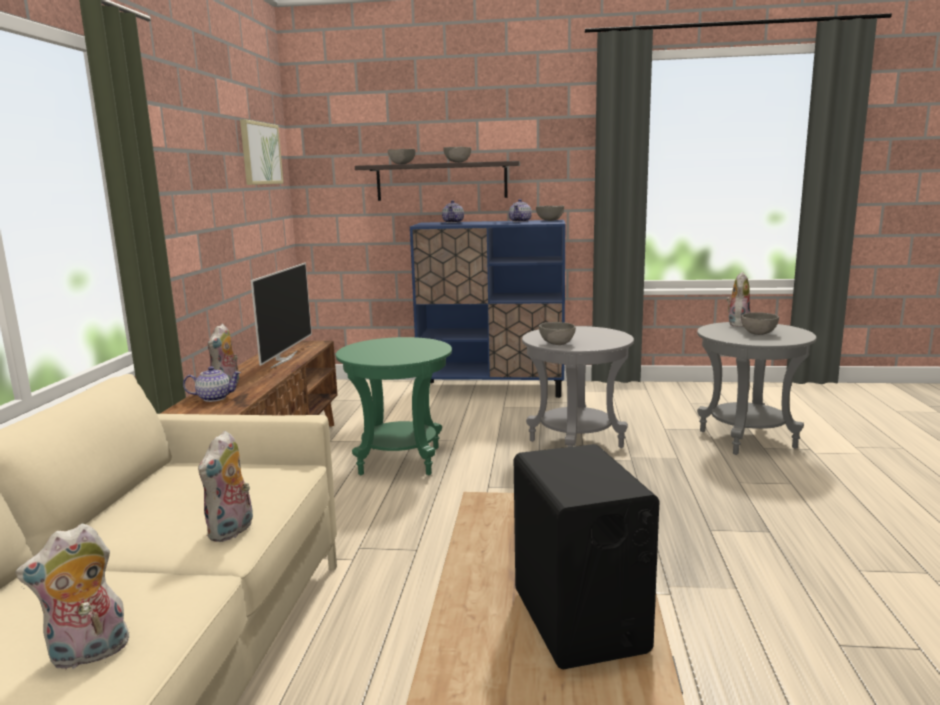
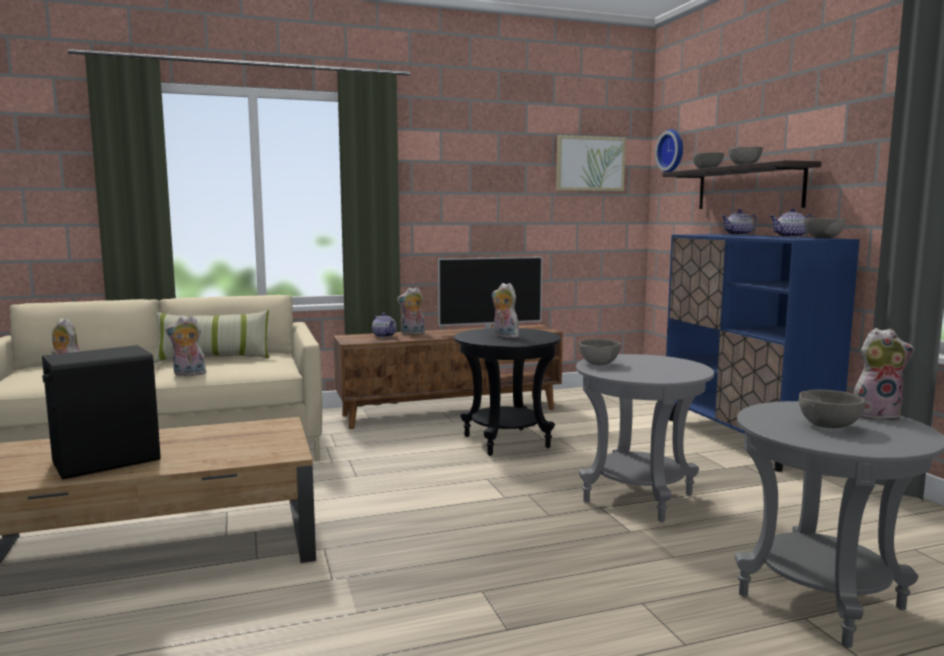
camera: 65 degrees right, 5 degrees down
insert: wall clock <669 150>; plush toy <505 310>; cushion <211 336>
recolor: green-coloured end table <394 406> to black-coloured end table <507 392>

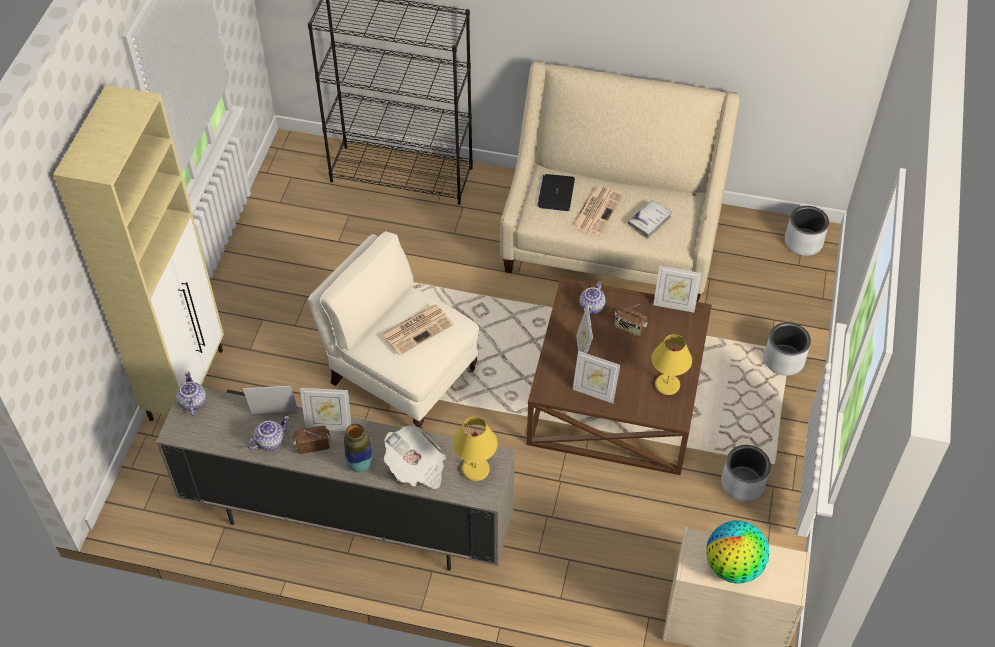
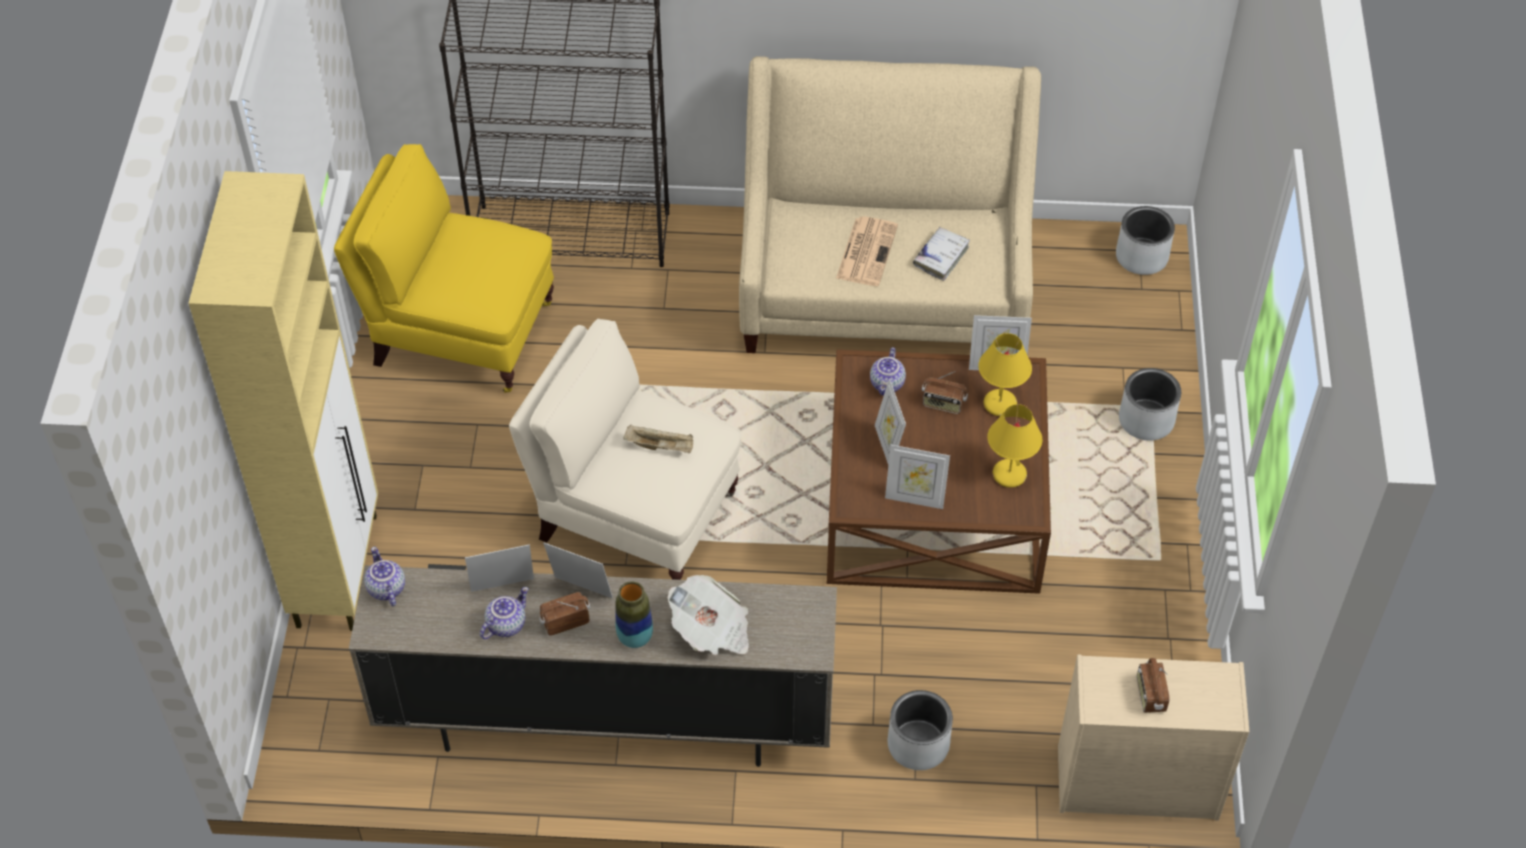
camera: 10 degrees left, 0 degrees up
delete: portable computer <556 192>
insert: yellow-coloured easy chair <444 268>
move: yellow-coloured table lamp <475 449> to <1005 374>; grey planter <746 473> to <920 730>
replace: newspaper <417 329> to beige serving tray <658 439>; world globe <737 551> to radio set <1153 685>
rotate: picture frame <325 409> = <578 571> 150 degrees counterclockwise

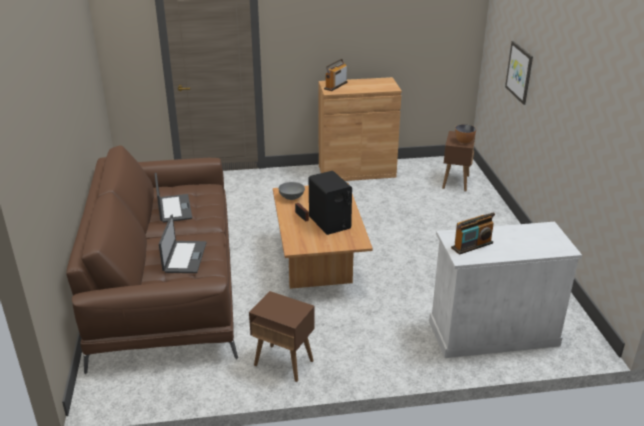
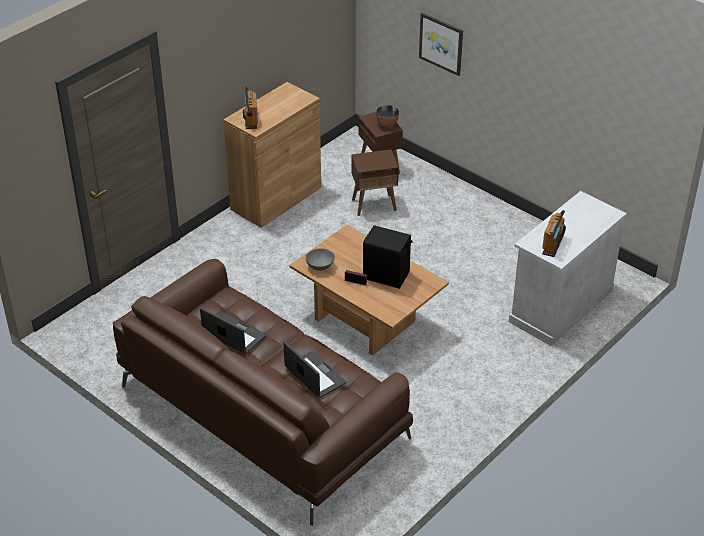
camera: 40 degrees left, 10 degrees up
move: brown end table <282 336> to <375 182>

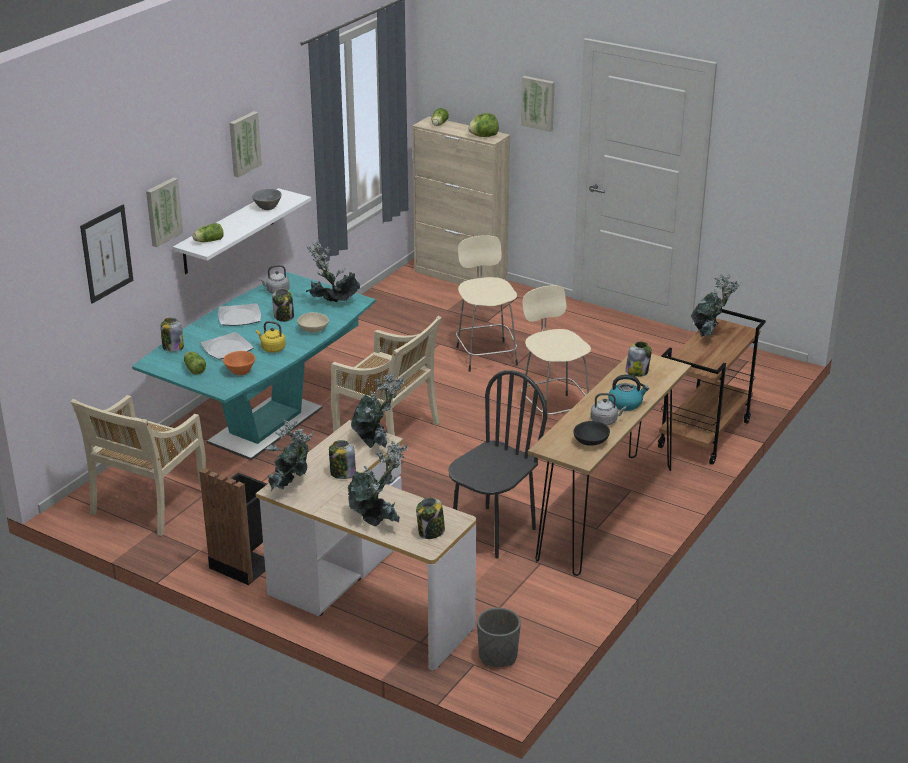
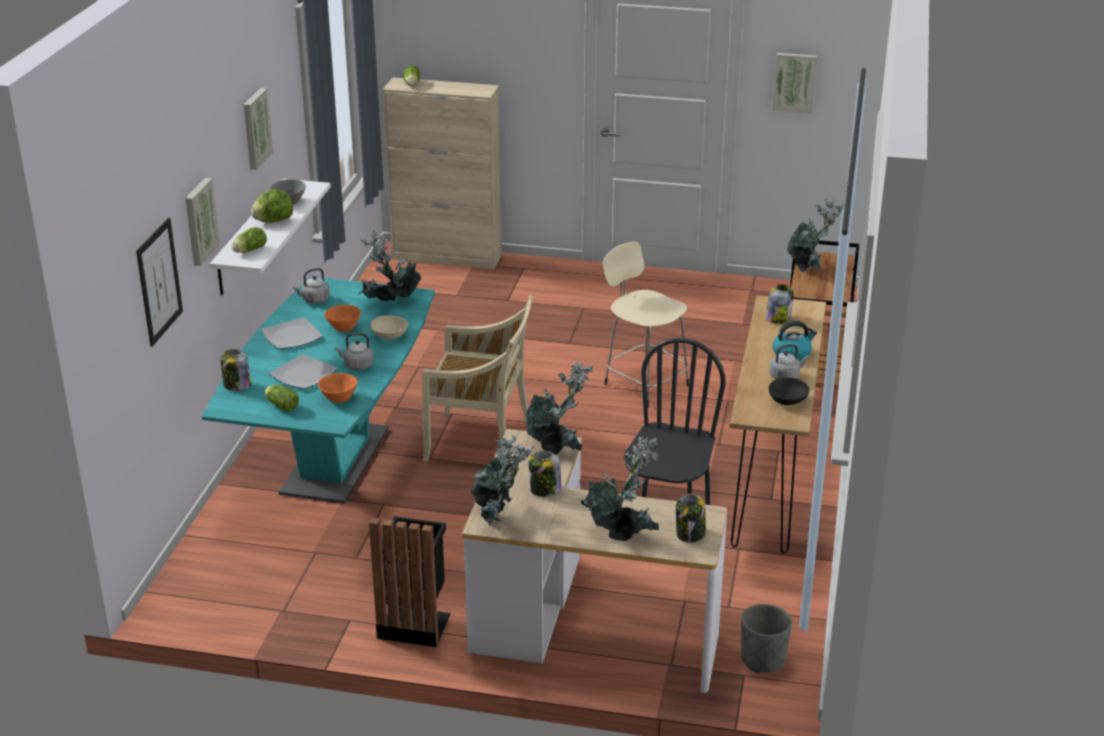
camera: 20 degrees left, 0 degrees up
delete: beige stool seat <487 303>; beige plain chair <138 465>
move: wall picture <538 104> to <794 83>; lettuce head <483 125> to <272 206>
replace: storage jar <283 305> to orange-coloured serving bowl <342 318>
recolor: yellow-coloured water kettle <271 337> to grey water kettle <354 351>

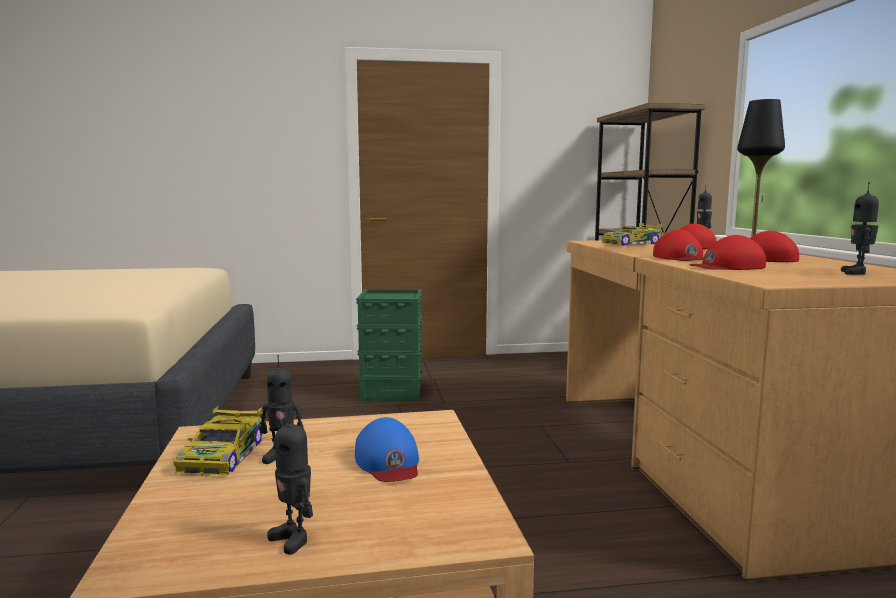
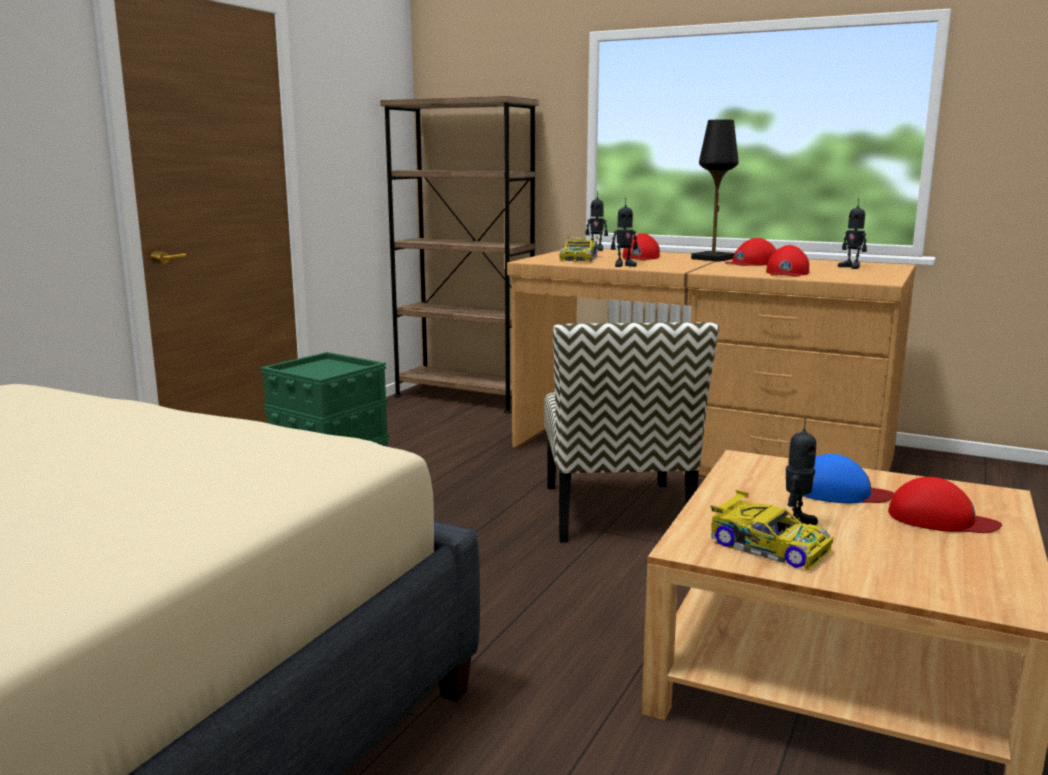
camera: 55 degrees left, 5 degrees up
insert: plain chair <632 432>
move: red peaked cap <678 245> to <945 505>; toy robot <290 481> to <624 232>

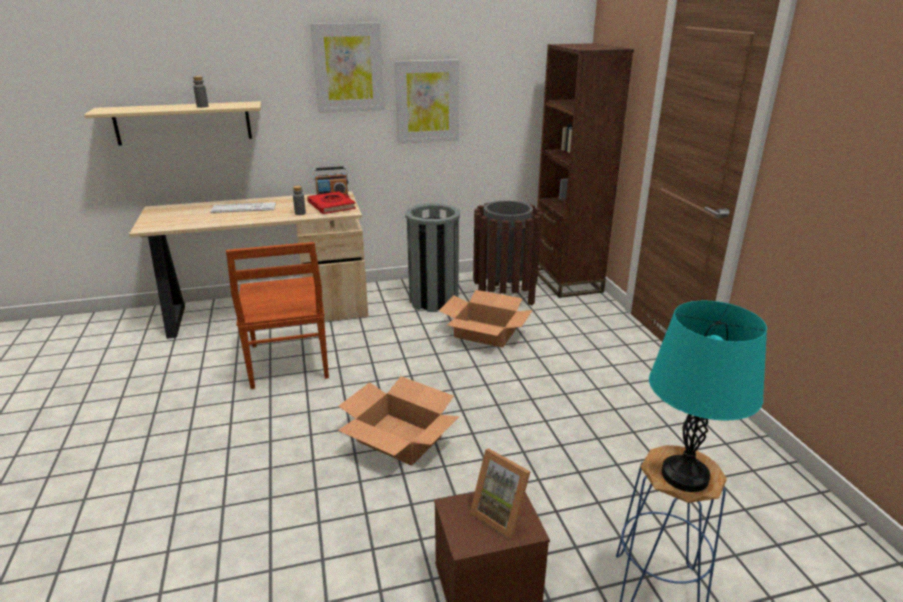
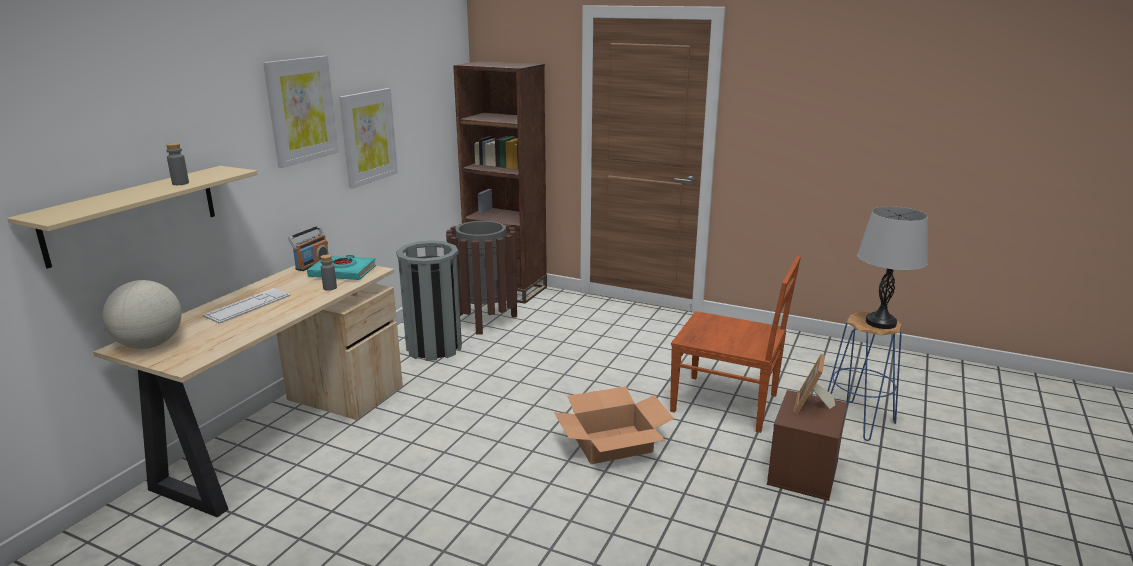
camera: 50 degrees left, 5 degrees down
delete: carton <486 319>
insert: world globe <142 314>
move: brown plain chair <277 315> to <735 344>
recolor: red book <331 202> to turquoise book <341 267>; turquoise table lamp <708 396> to grey table lamp <892 267>
rotate: picture frame <500 493> = <814 384> 120 degrees clockwise

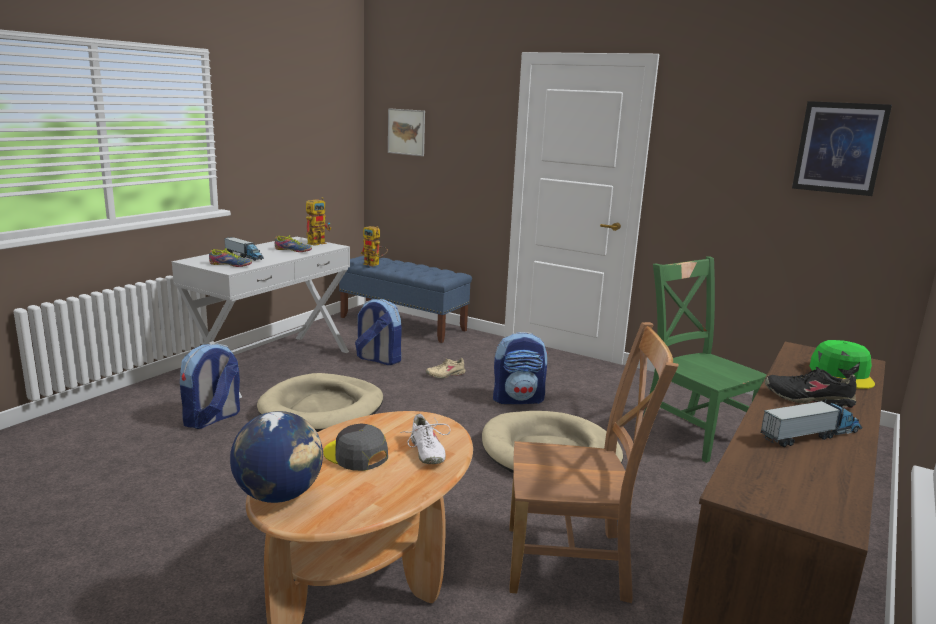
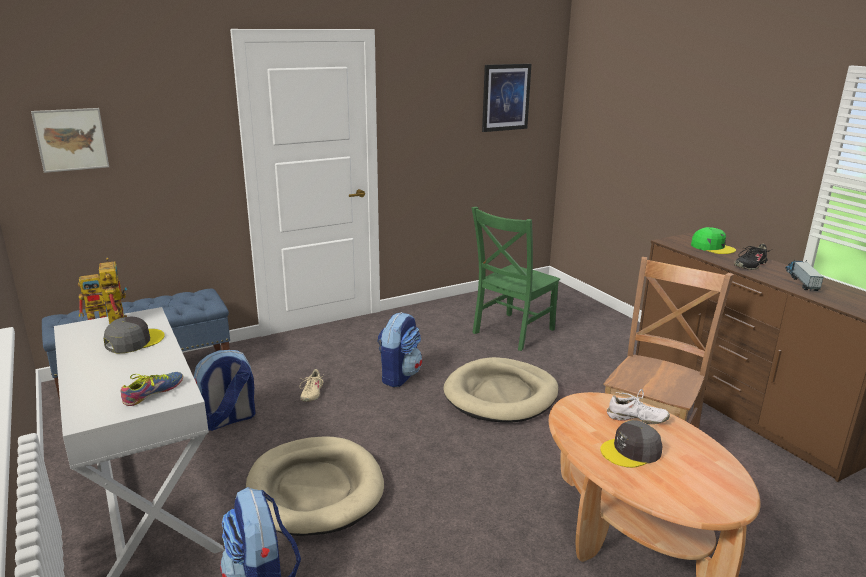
camera: 60 degrees left, 5 degrees up
delete: toy truck <244 249>; world globe <276 457>
replace: item of footwear <293 243> to grey peaked cap <134 334>
rotate: green-coloured plain chair <705 359> = <515 279> 45 degrees counterclockwise

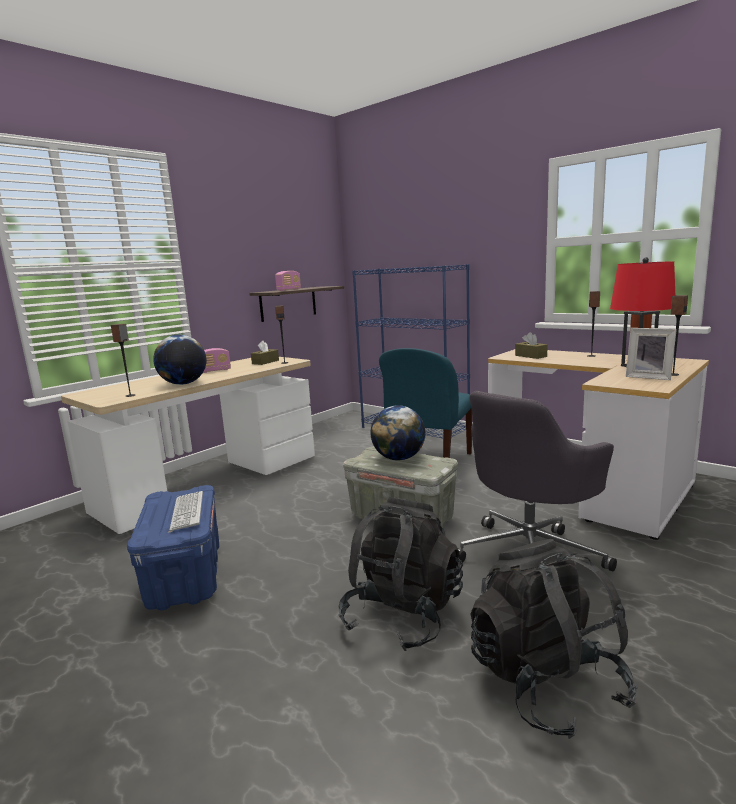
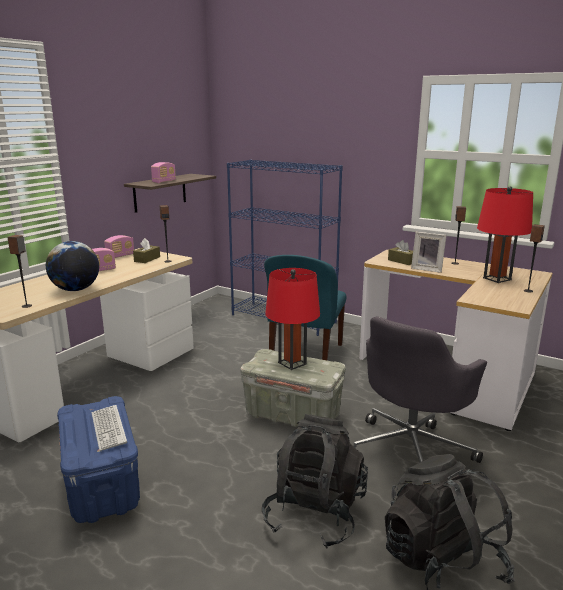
camera: 10 degrees left, 5 degrees up
insert: radio set <119 246>
move: picture frame <651 354> to <429 252>
replace: world globe <398 432> to red table lamp <292 319>

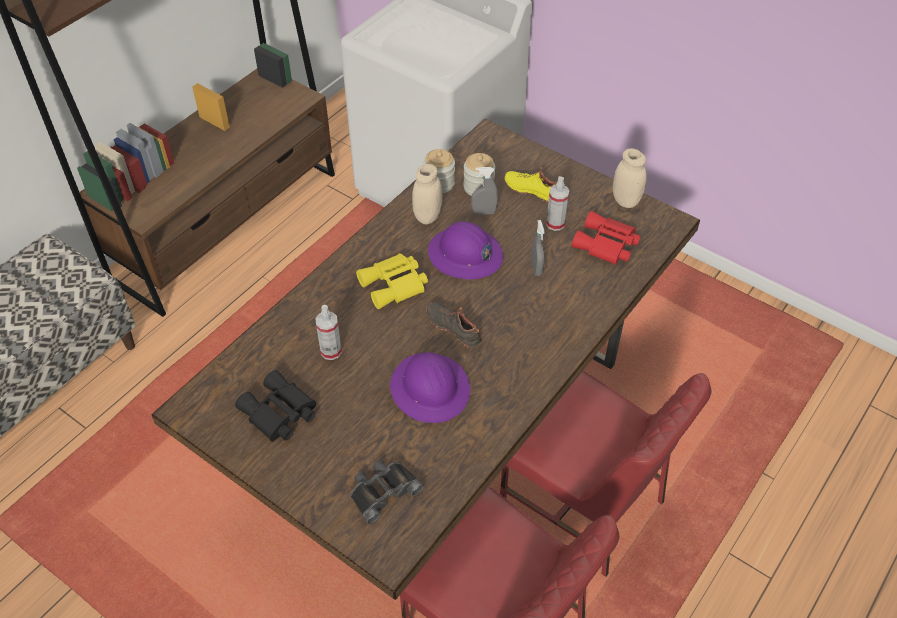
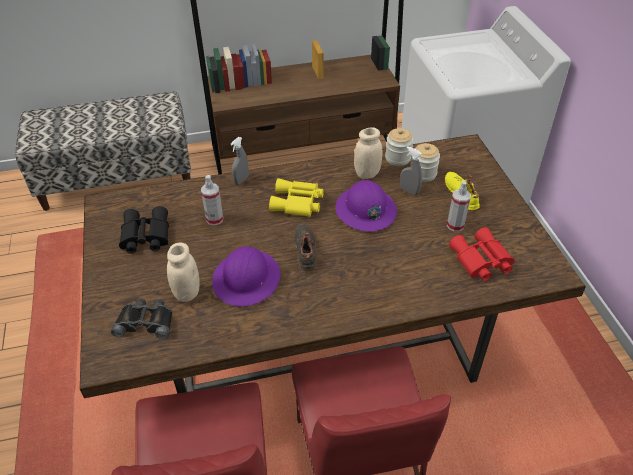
camera: 40 degrees right, 5 degrees down
move: beige storage jar <629 178> to <183 272>; grey hand sprayer <538 248> to <240 161>

